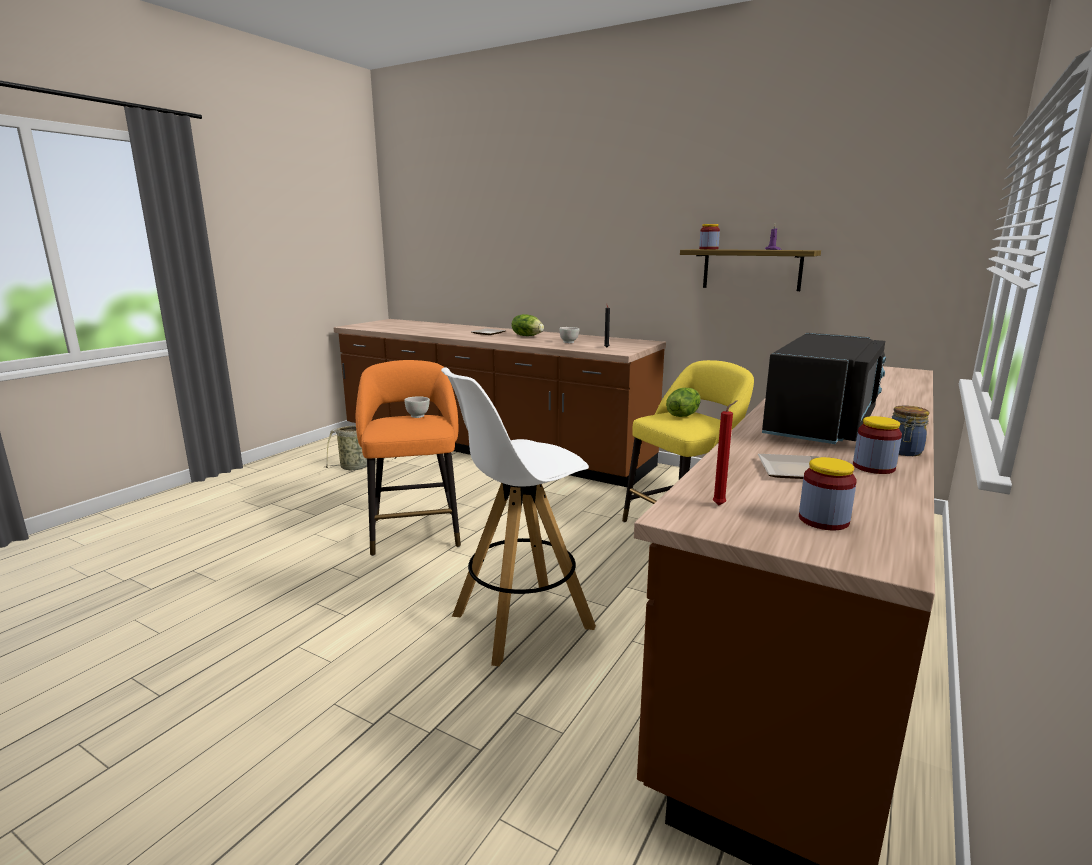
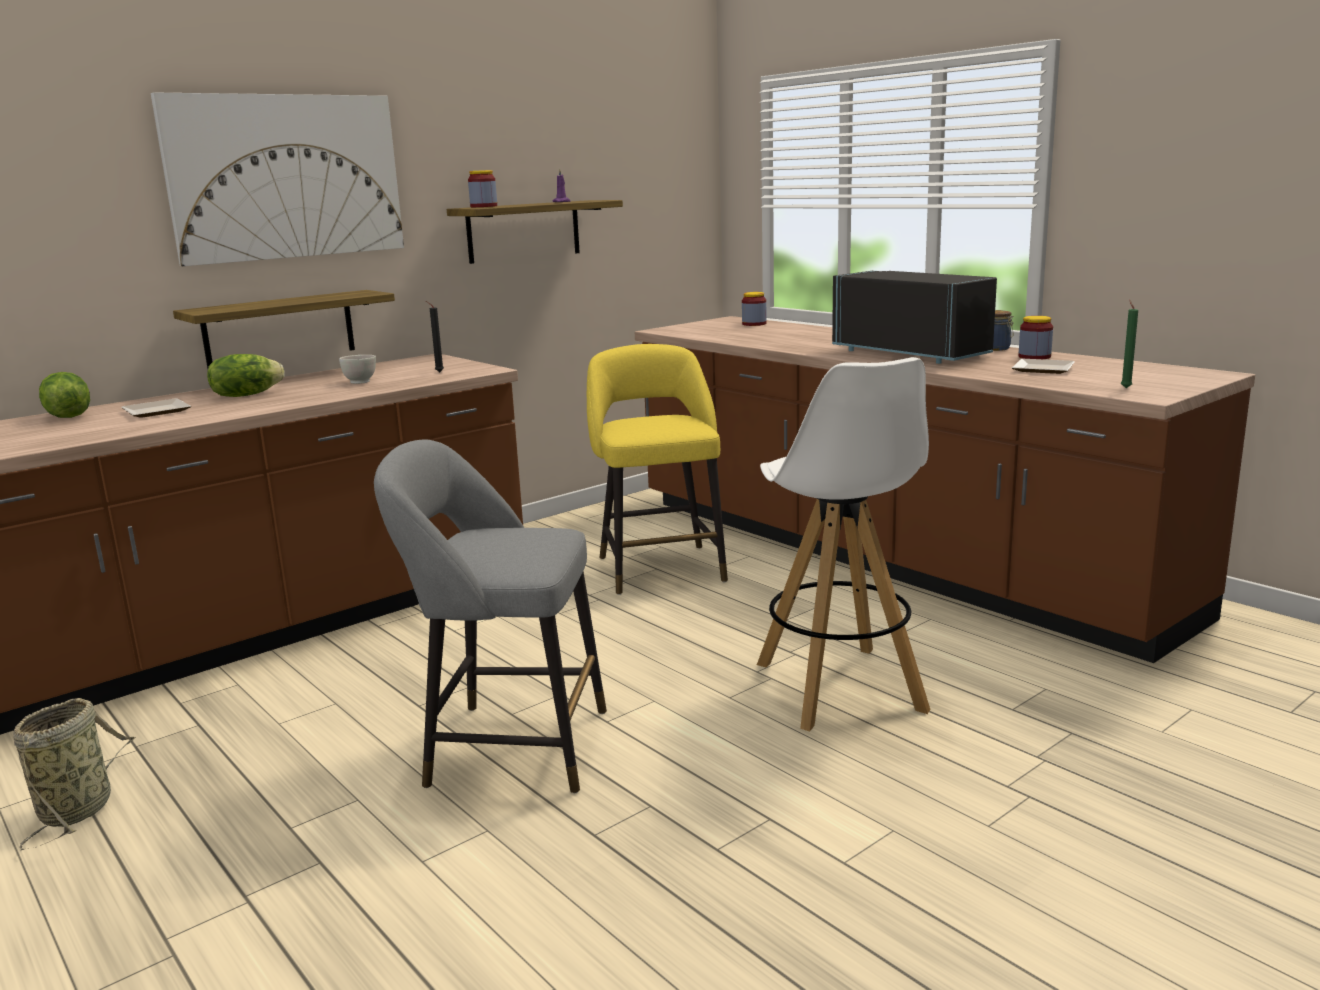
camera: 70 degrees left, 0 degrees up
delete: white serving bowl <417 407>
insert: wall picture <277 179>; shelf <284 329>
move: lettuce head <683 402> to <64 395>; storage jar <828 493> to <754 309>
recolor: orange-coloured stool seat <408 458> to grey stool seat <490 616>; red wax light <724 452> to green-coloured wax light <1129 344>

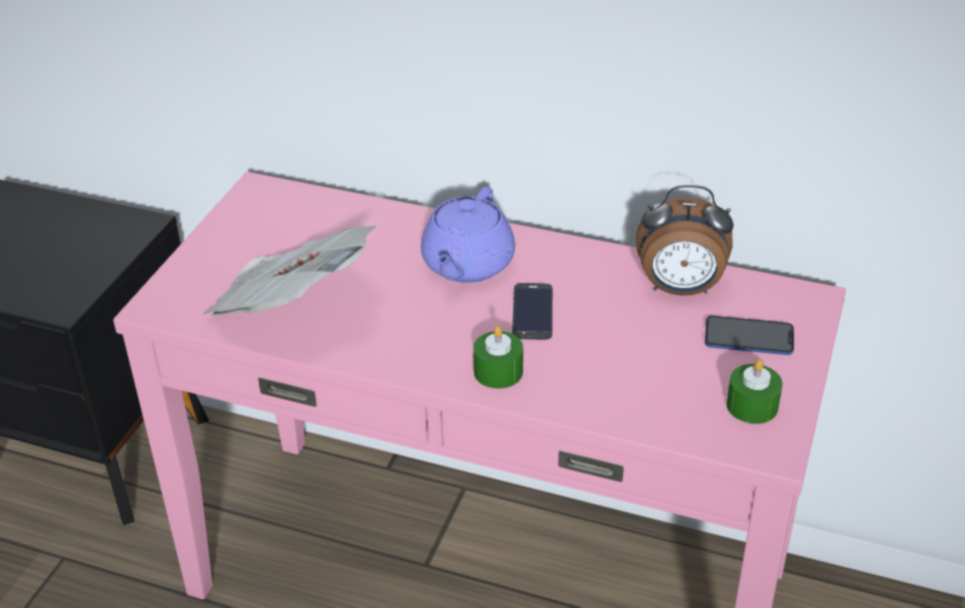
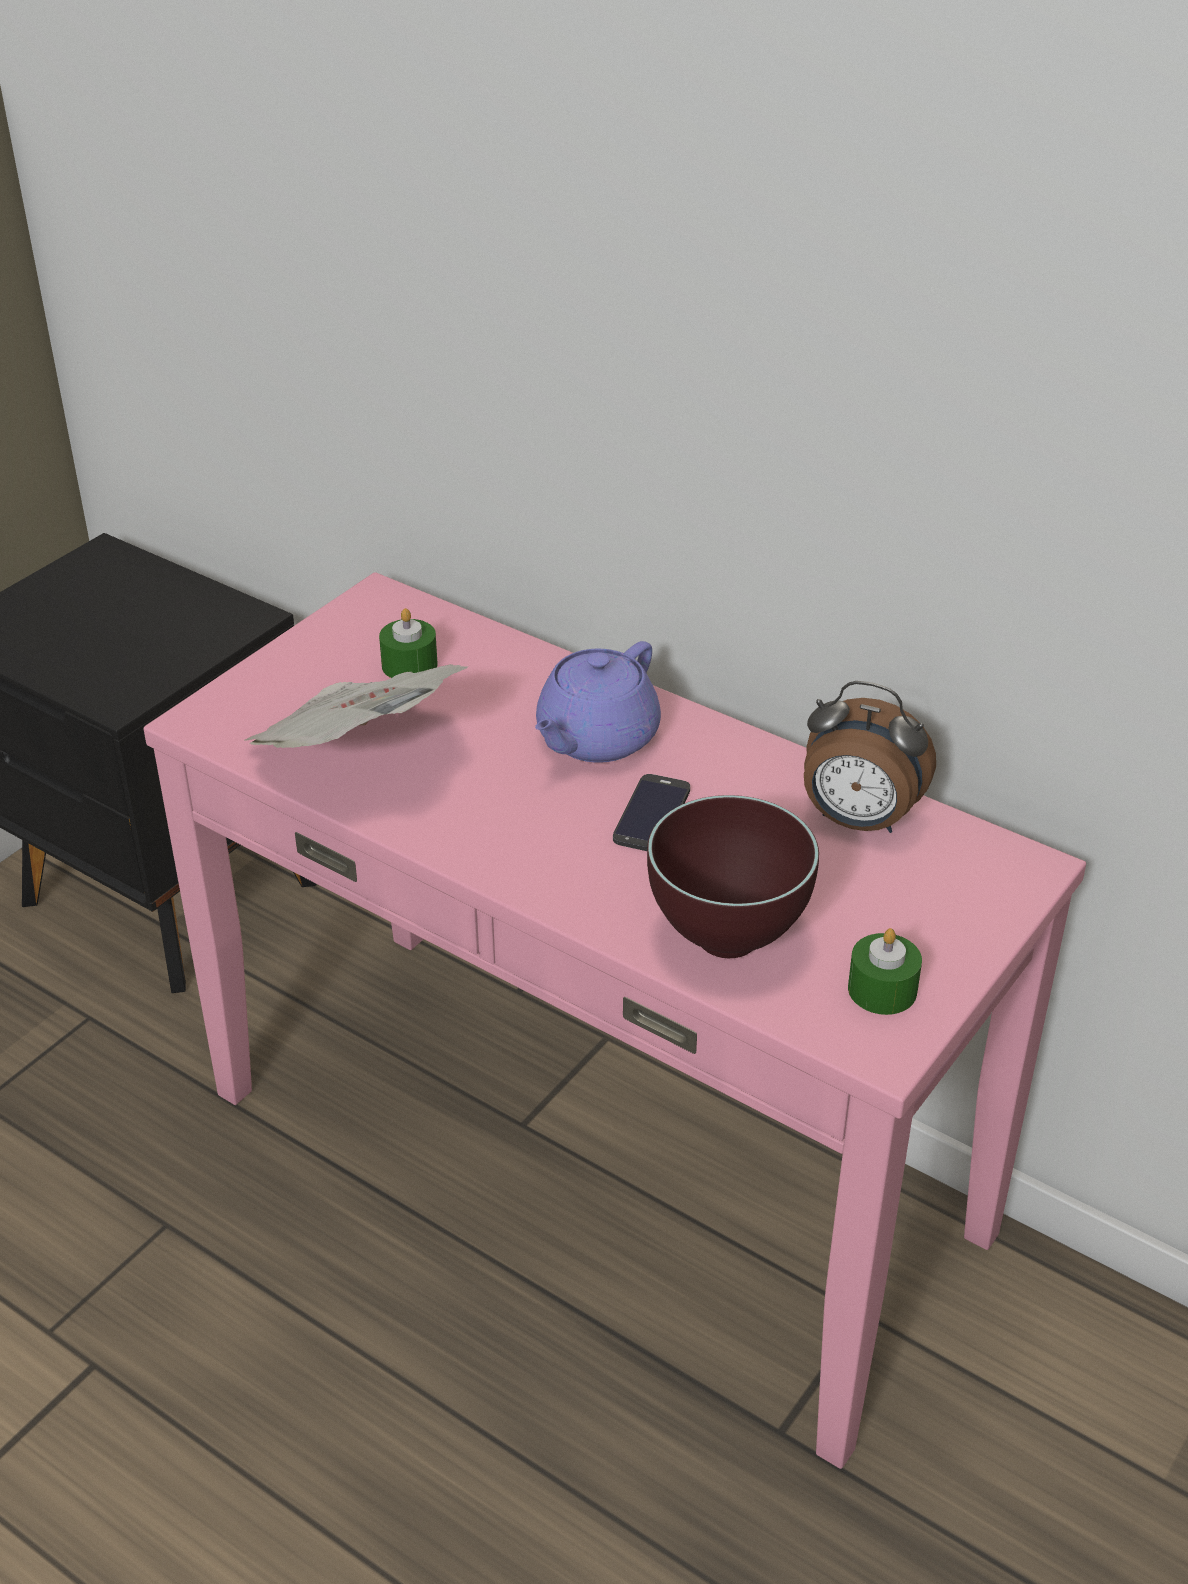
camera: 15 degrees right, 0 degrees up
delete: phone <749 335>
insert: brown serving bowl <733 876>
move: green-coloured wax light <498 357> to <408 643>

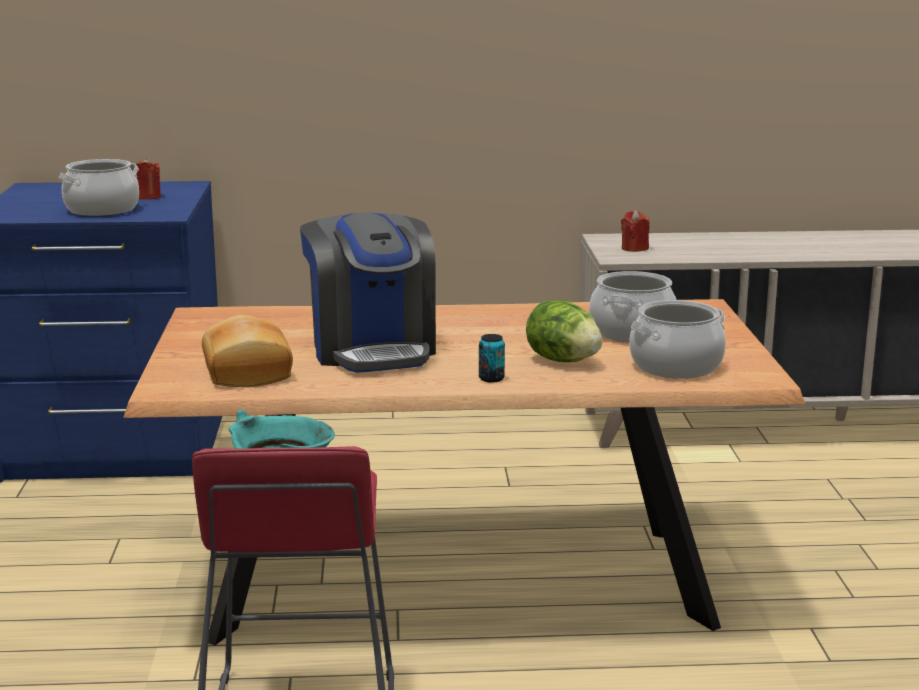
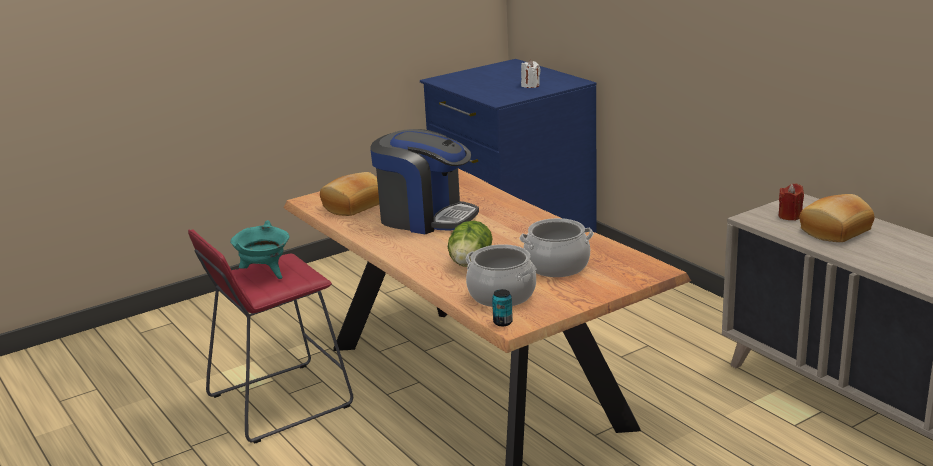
camera: 60 degrees right, 5 degrees up
delete: cooking pot <99 187>
insert: bread <837 218>
move: can <492 358> to <502 307>
recolor: red wax light <146 178> to white wax light <531 74>
rotate: coffee maker <368 292> = <424 181> 105 degrees counterclockwise

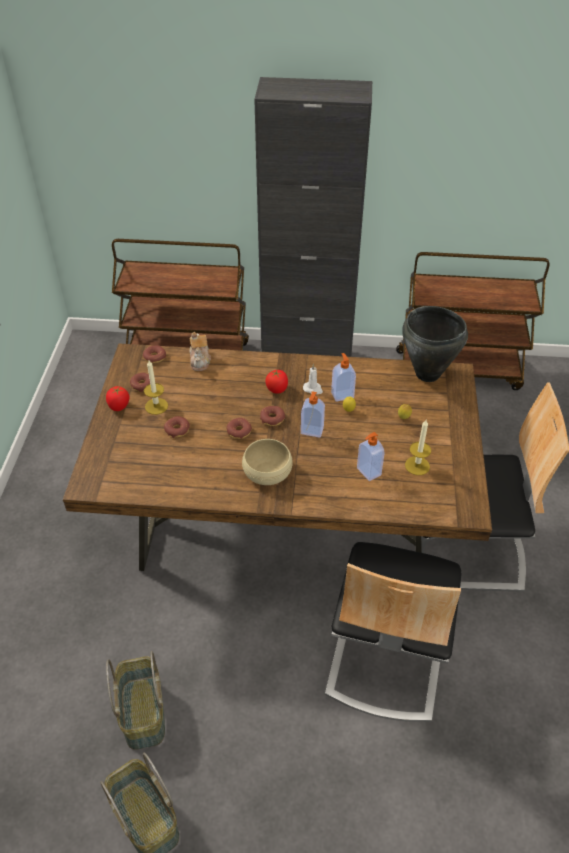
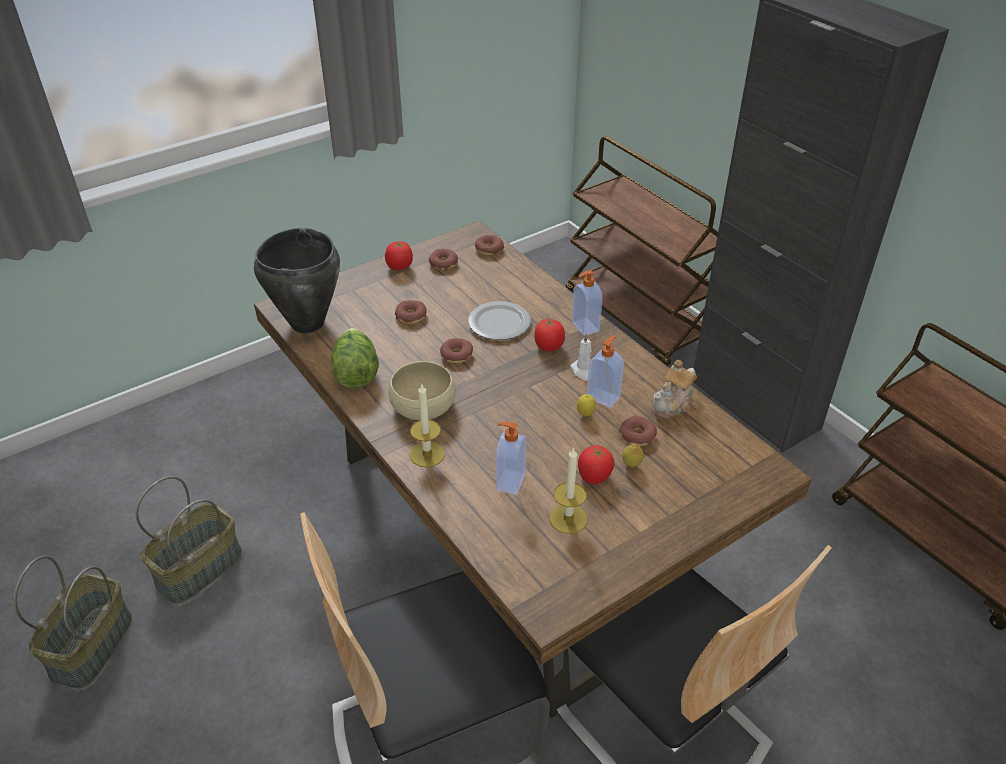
camera: 50 degrees right, 5 degrees down
insert: flat dish <499 320>; lettuce head <355 358>; fresh tomato <596 464>
move: black-coloured cooking pot <435 344> to <297 280>; tea pot <200 351> to <674 389>; wax light <156 387> to <427 425>; soap bottle <313 414> to <587 303>; doughnut <272 416> to <638 431>

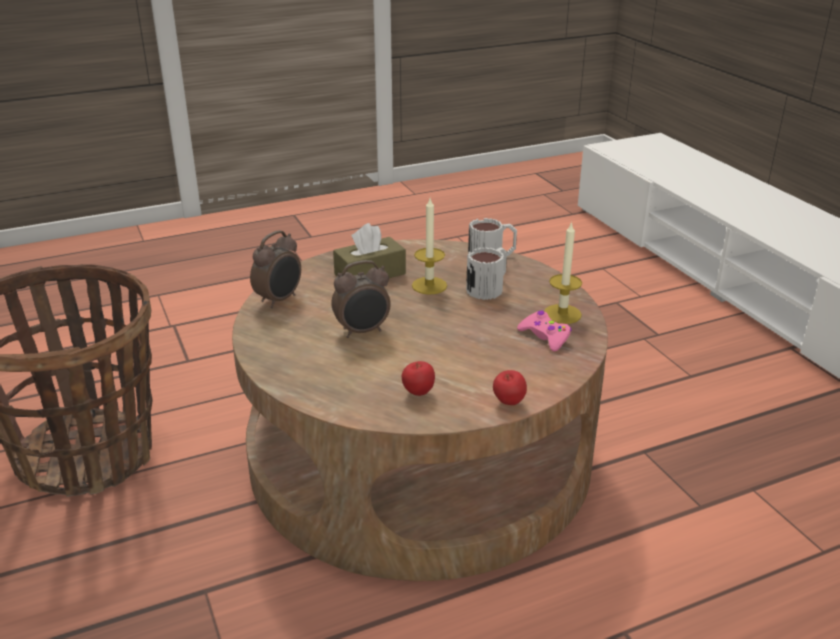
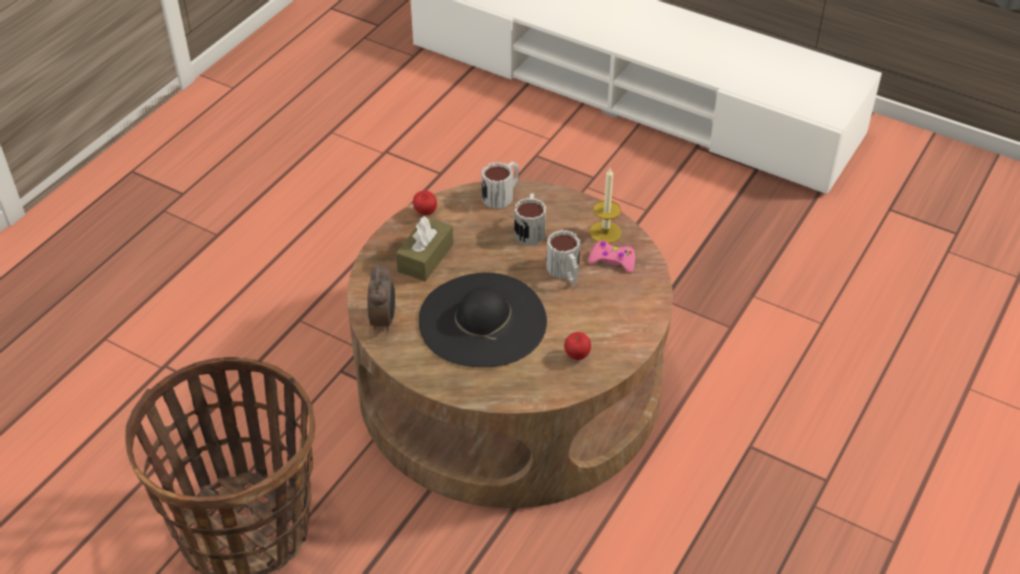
camera: 35 degrees left, 15 degrees up
delete: wax light <429 246>
insert: mug <563 256>
move: apple fruit <510 387> to <425 202>
replace: table clock <361 299> to black-coloured wearable hat <483 320>

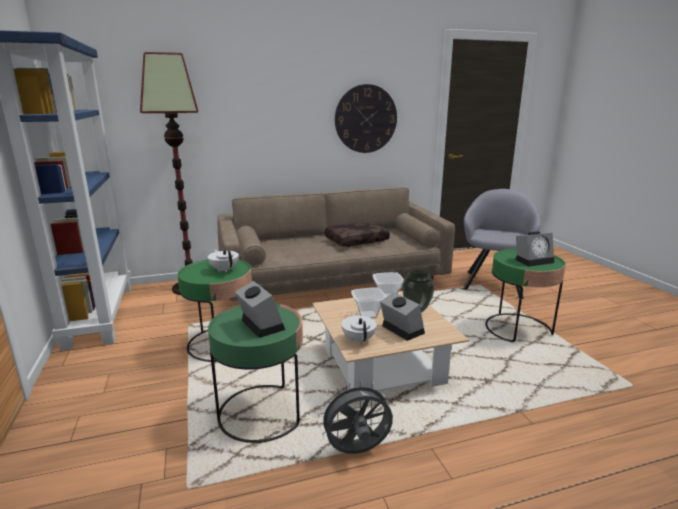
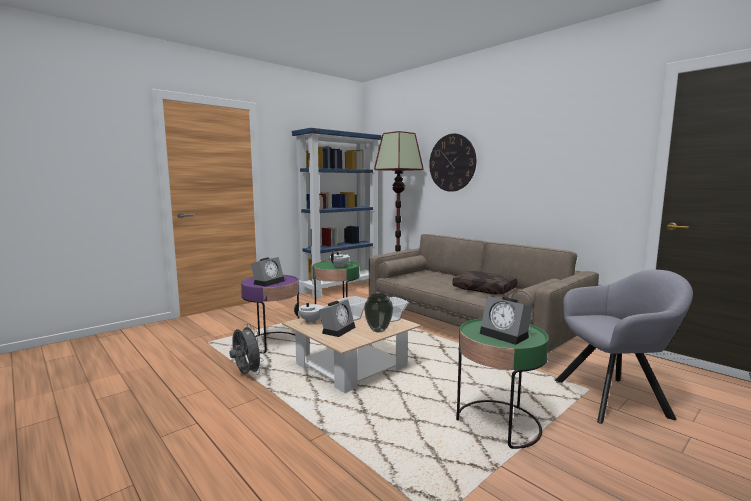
camera: 65 degrees right, 10 degrees down
move: wall clock <366 118> to <452 163>
recolor: green-coloured end table <255 373> to purple end table <270 314>

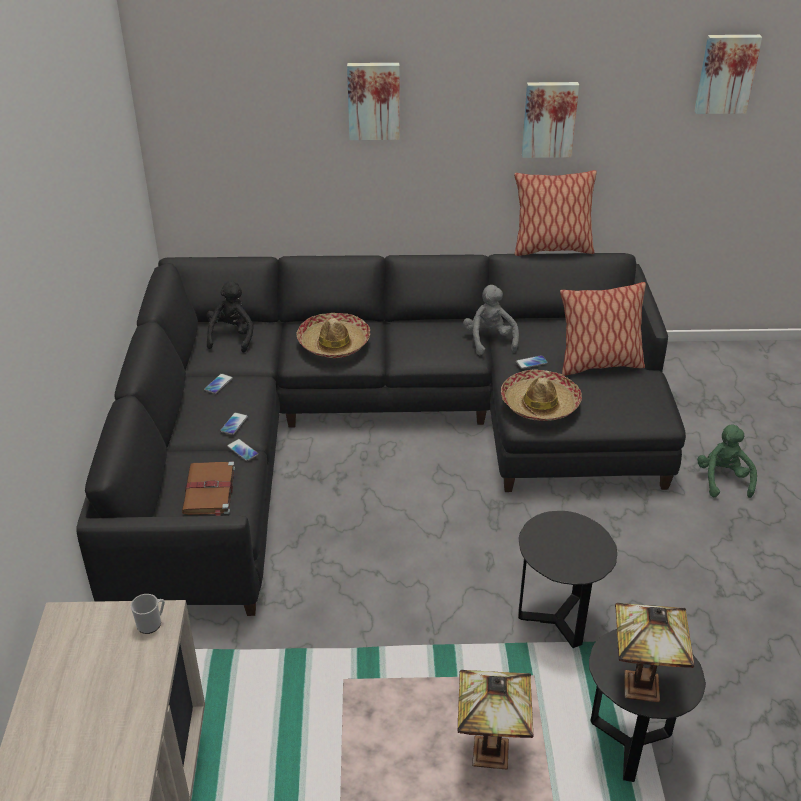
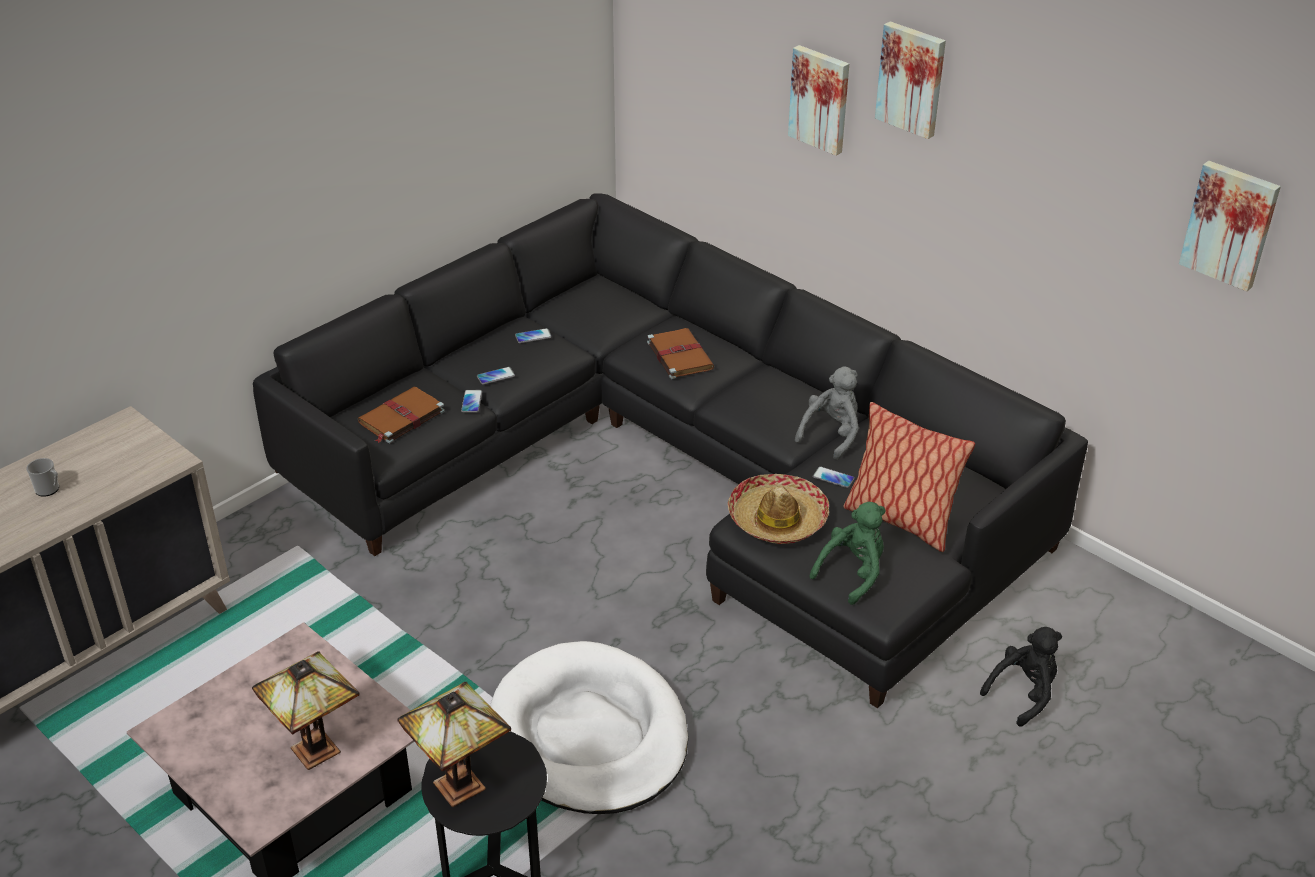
camera: 45 degrees right, 0 degrees up
delete: cushion <555 213>
move: wall picture <550 120> to <910 80>; black-coloured plush toy <230 317> to <1021 677>; green-coloured plush toy <727 461> to <848 553>; mug <148 614> to <42 477>
replace: wearable hat <333 335> to brown book <680 353>; black-coloured end table <567 579> to white dog cushion <589 727>

